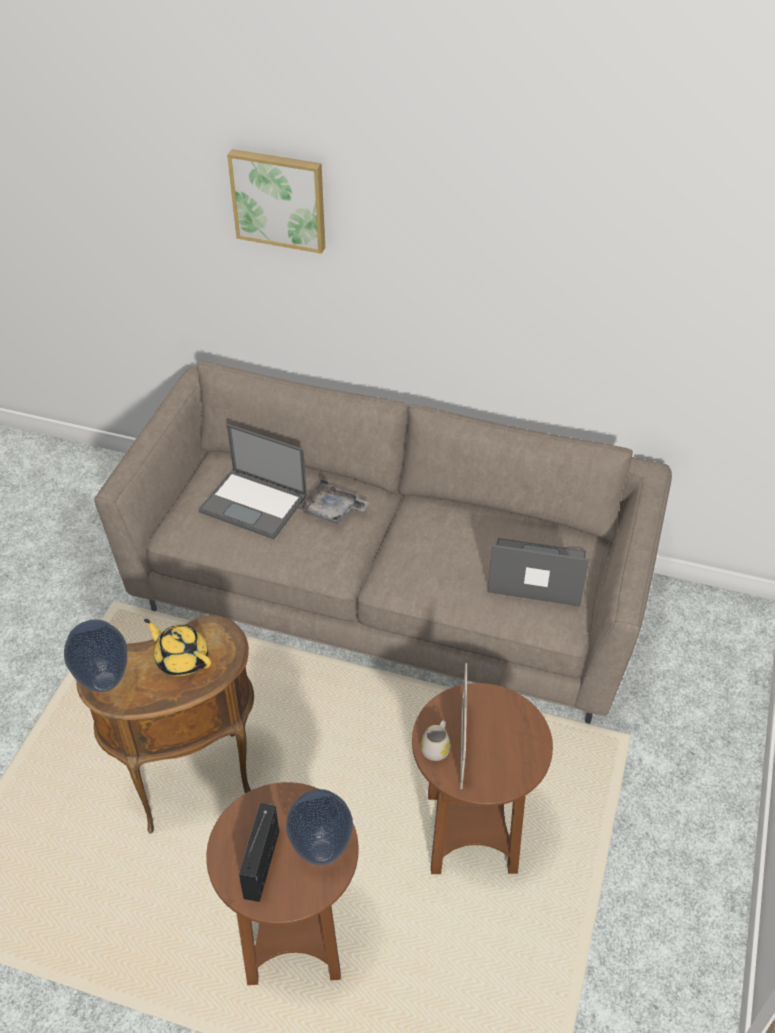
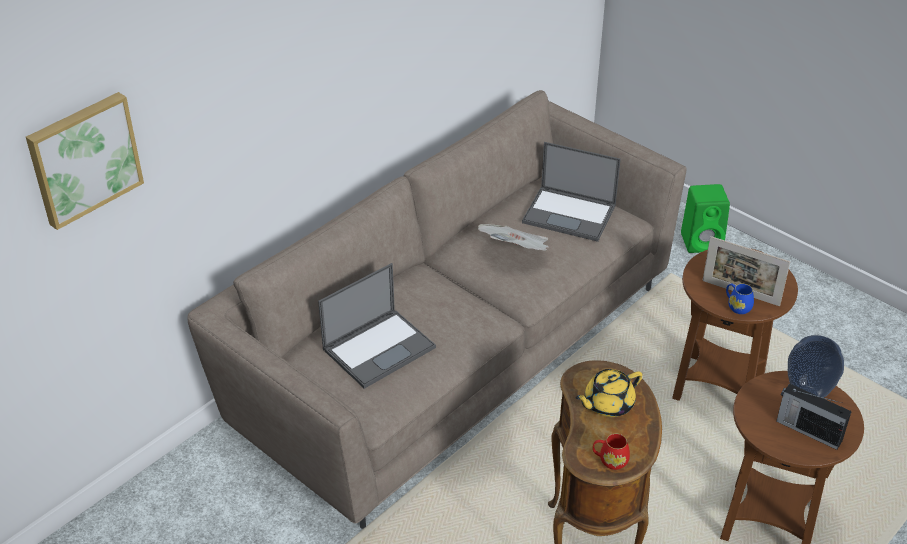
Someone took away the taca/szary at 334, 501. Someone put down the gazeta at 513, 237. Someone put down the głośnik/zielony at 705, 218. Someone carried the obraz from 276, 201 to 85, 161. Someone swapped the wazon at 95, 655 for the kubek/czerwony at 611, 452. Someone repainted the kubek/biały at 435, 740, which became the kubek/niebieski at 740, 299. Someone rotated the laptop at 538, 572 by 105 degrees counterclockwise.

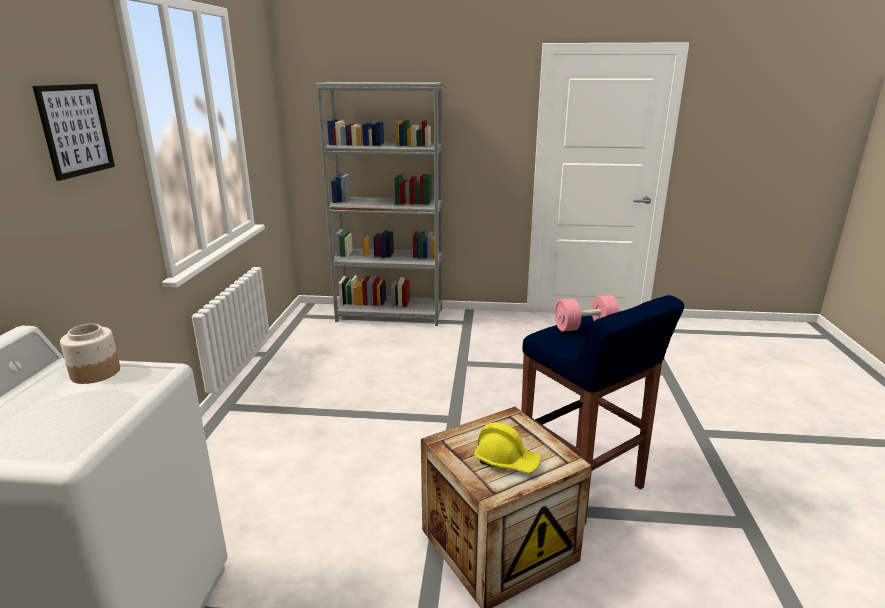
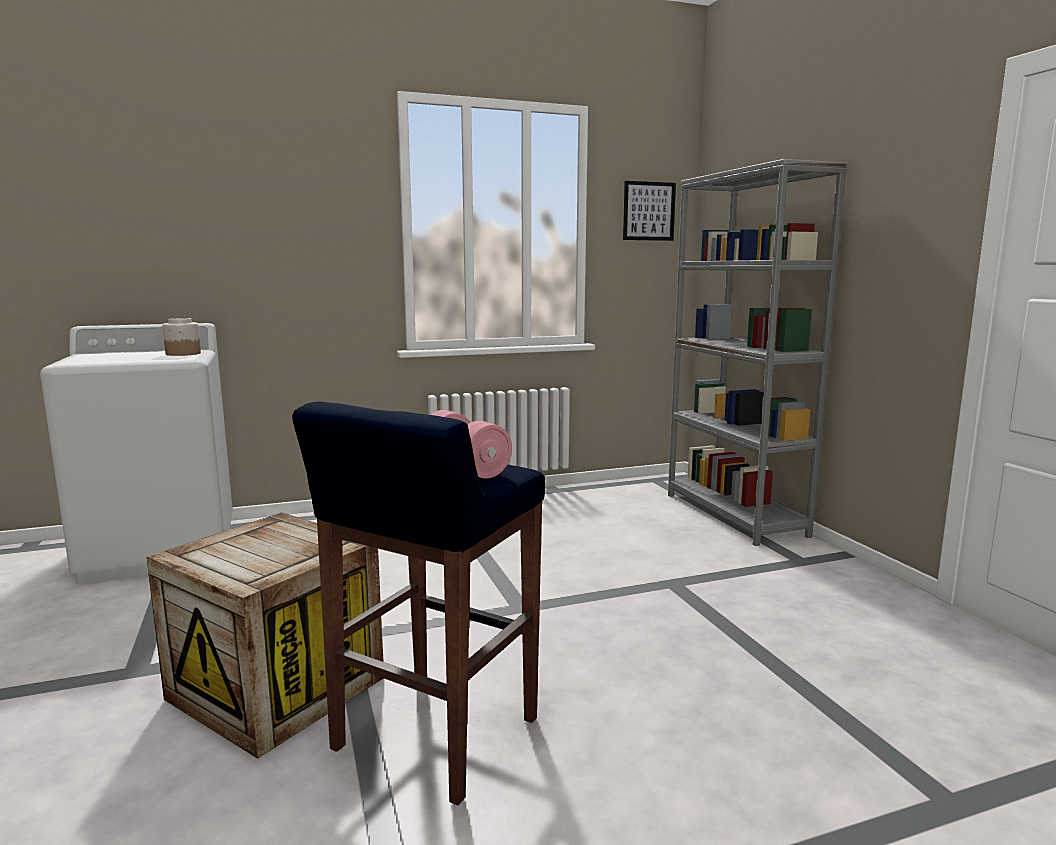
Someone took away the kask/żółty at 507, 448. Someone carried the obraz from 73, 132 to 649, 211.

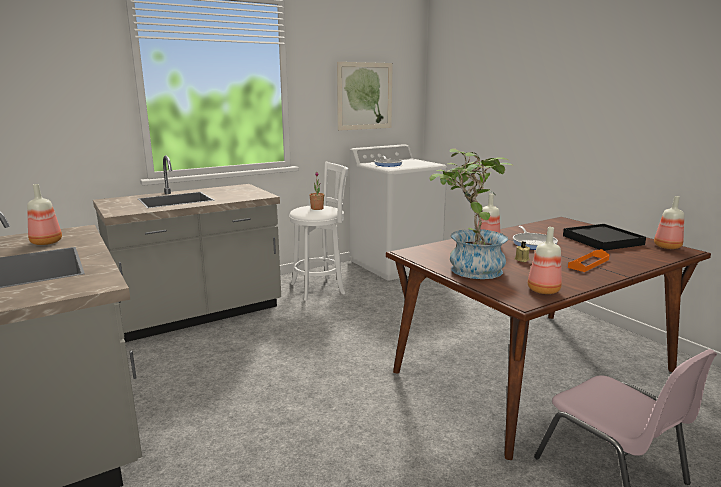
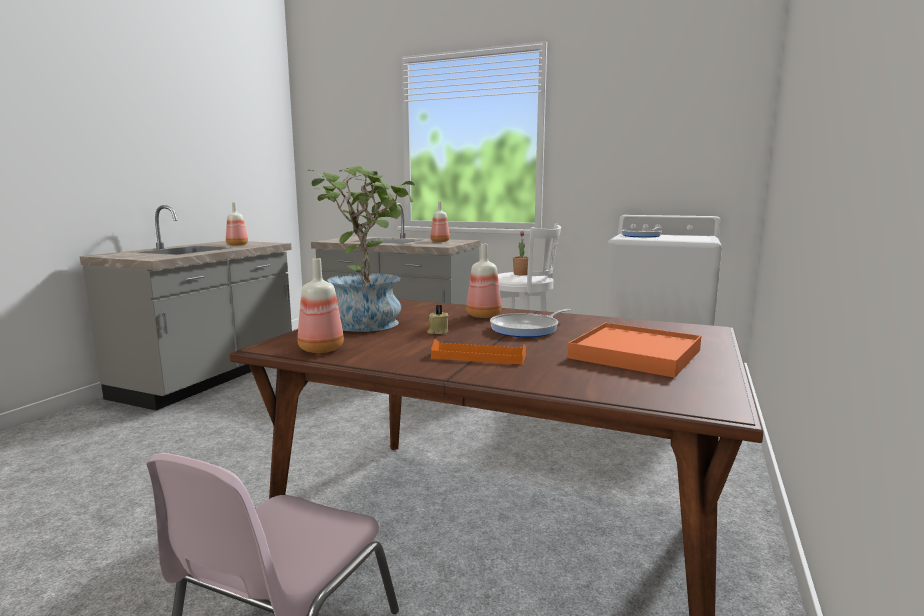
Someone took away the obraz at 365, 96. Someone carried the butelka from 669, 222 to 440, 221. Someone repainted the taca/czarny at 604, 237, which became the taca/pomarańczowy at 634, 350.

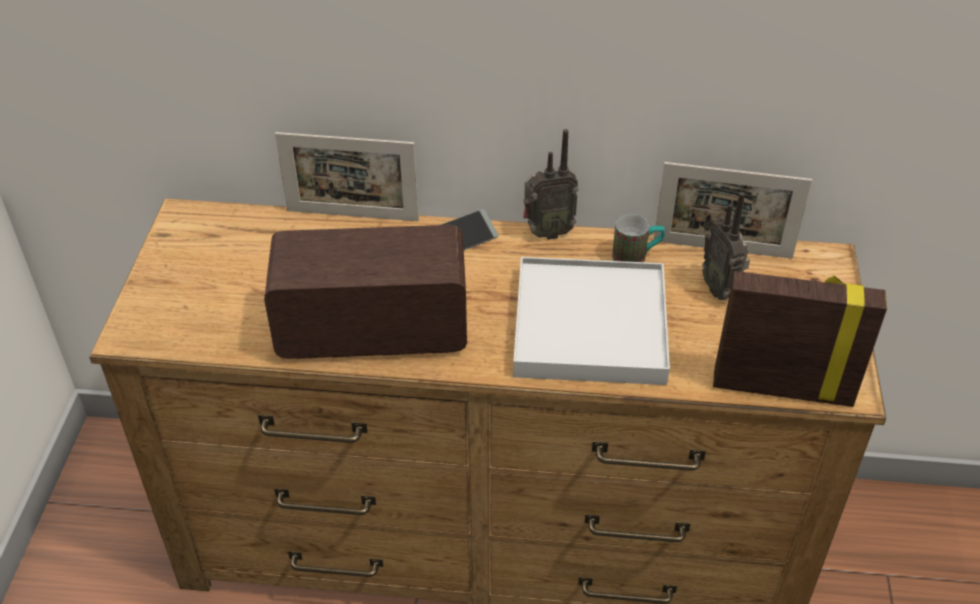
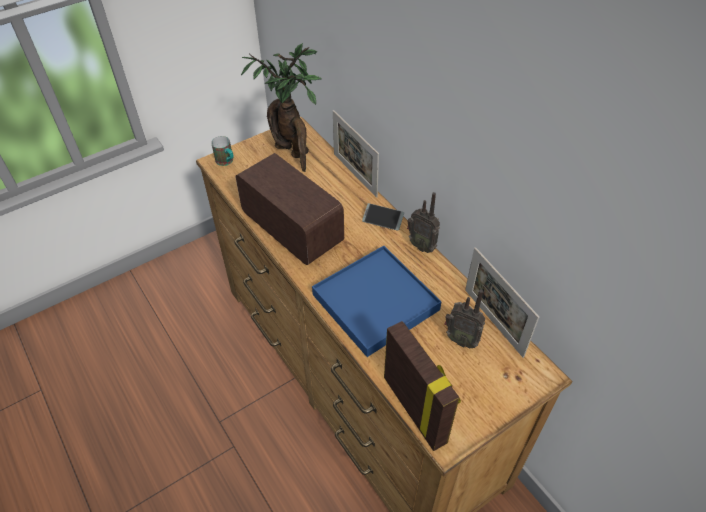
Someone put down the roślina doniczkowa at 281, 107. Someone carried the kubek from 638, 238 to 222, 151. Someone repainted the taca/biały at 591, 321, which became the taca/niebieski at 377, 301. Someone rotated the radio at 726, 246 by 90 degrees counterclockwise.

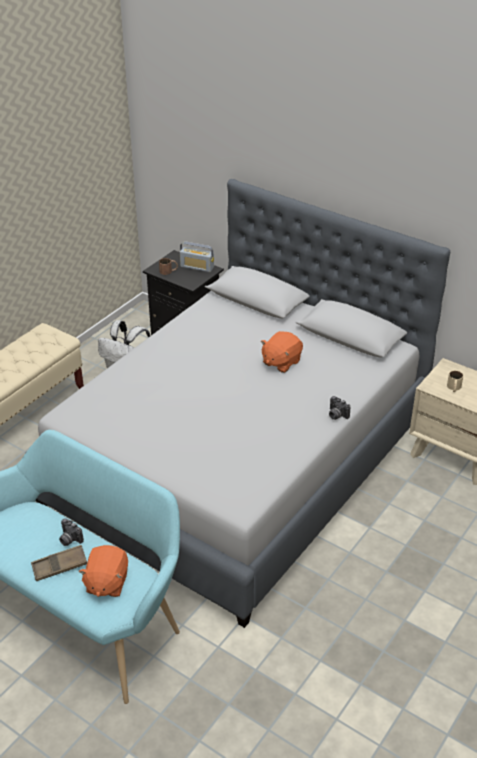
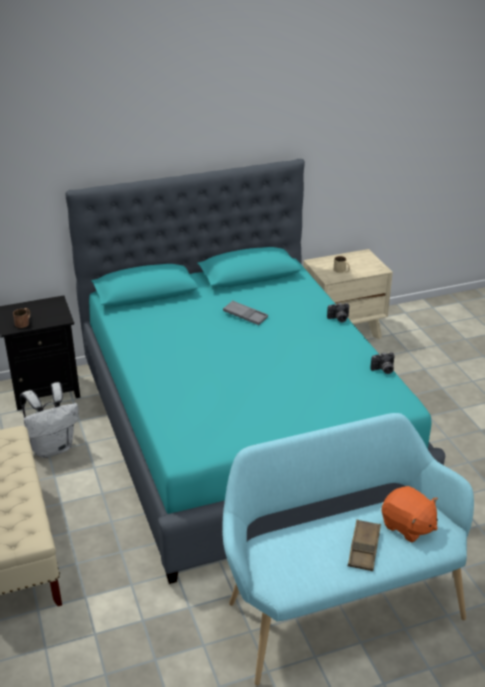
Someone took away the radio at 197, 256. Someone carried the aparat fotograficzny from 71, 532 to 383, 363. Someone swapped the pluszak/pomarańczowy at 282, 352 for the taca/szary at 245, 312. Someone repainted the łóżko/szary at 243, 403, which became the łóżko/turkusowy at 255, 371.

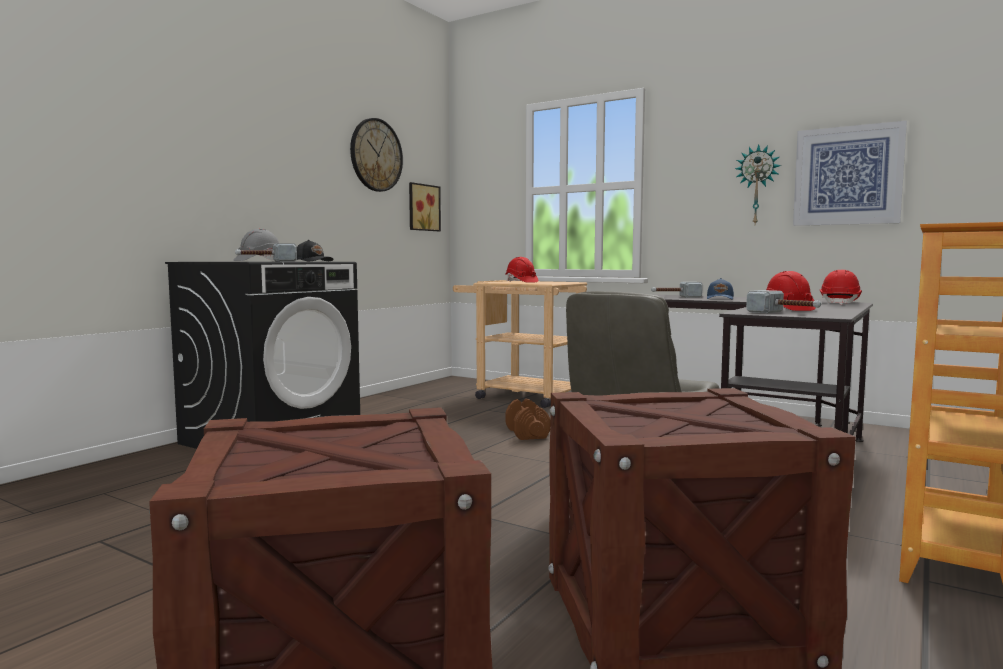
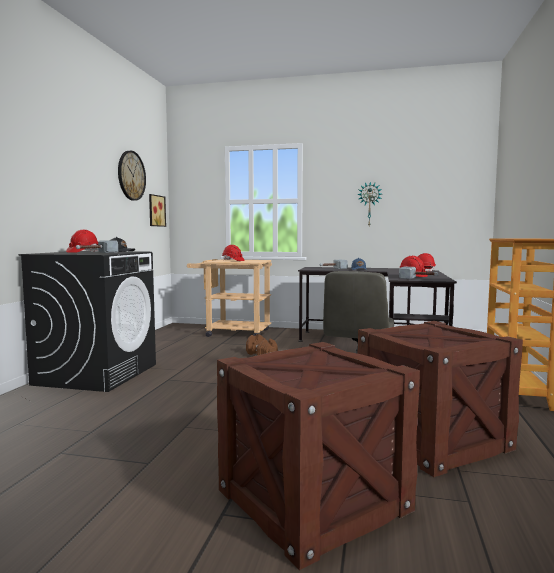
Someone took away the obraz at 850, 173. Someone repainted the kask/szary at 256, 245, which became the kask/czerwony at 82, 241.

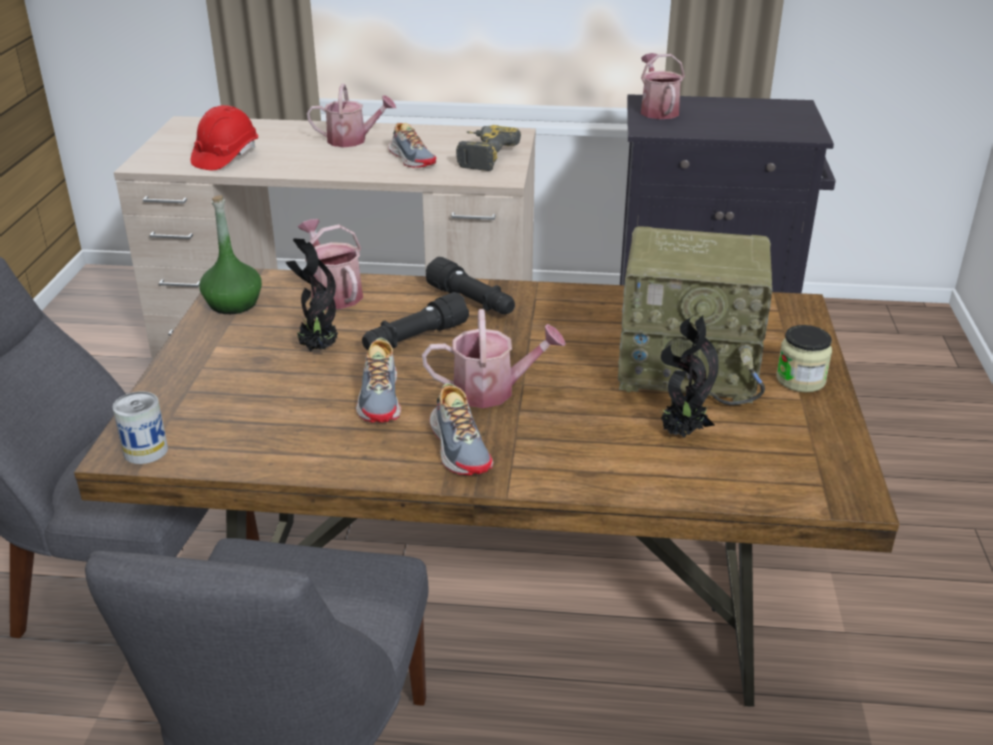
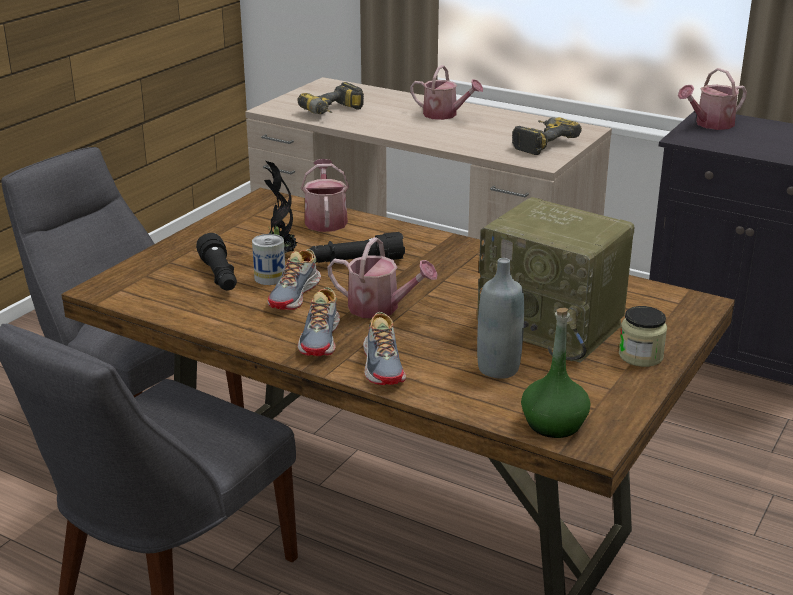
Someone carried the puszka from 140, 427 to 268, 259. Someone carried the butelka/zielony from 230, 254 to 555, 373. Someone carried the but from 412, 145 to 384, 348. Someone carried the latarka/czarny from 470, 285 to 216, 261. Someone swapped the kask/czerwony at 224, 137 for the wiertarka at 330, 98. Someone swapped the roślina doniczkowa at 690, 376 for the butelka/szary at 500, 318. Someone rotated the konewka at 663, 86 by 135 degrees counterclockwise.

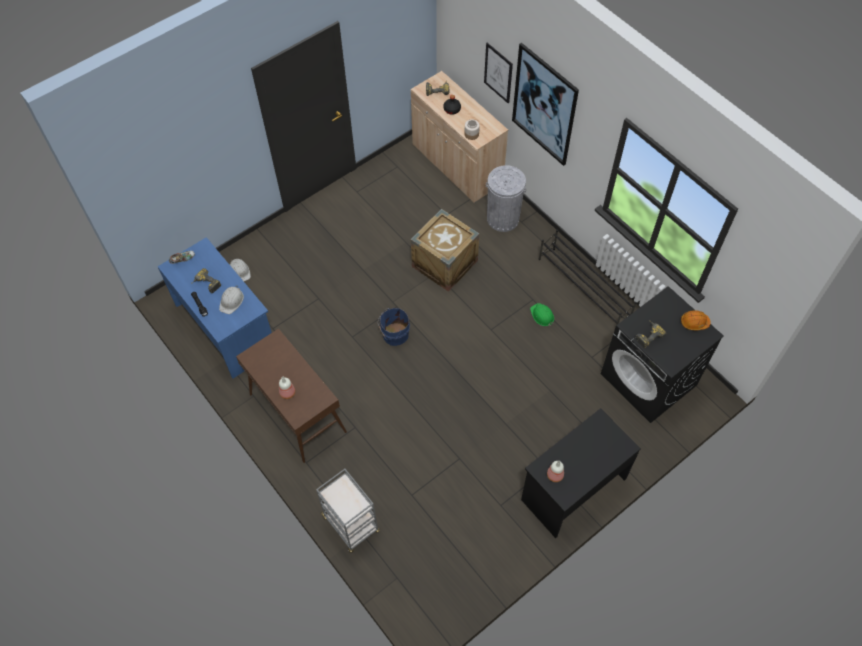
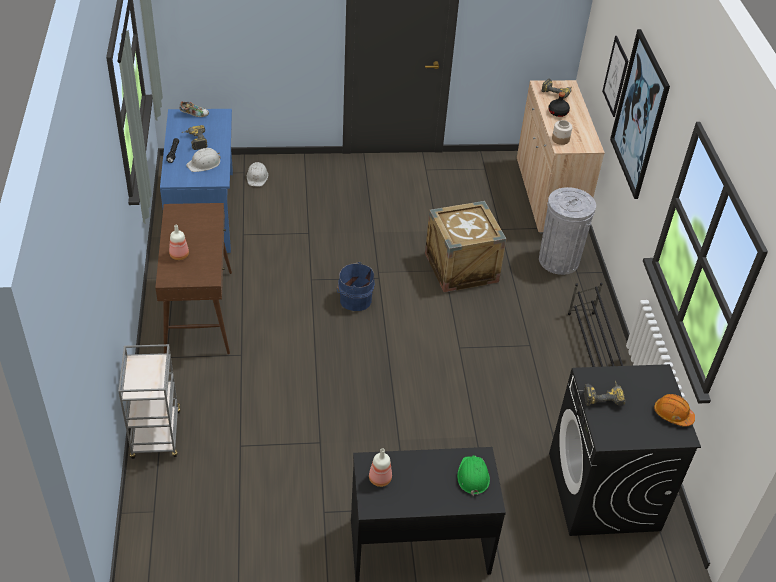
Someone carried the kask/zielony from 542, 314 to 473, 475.

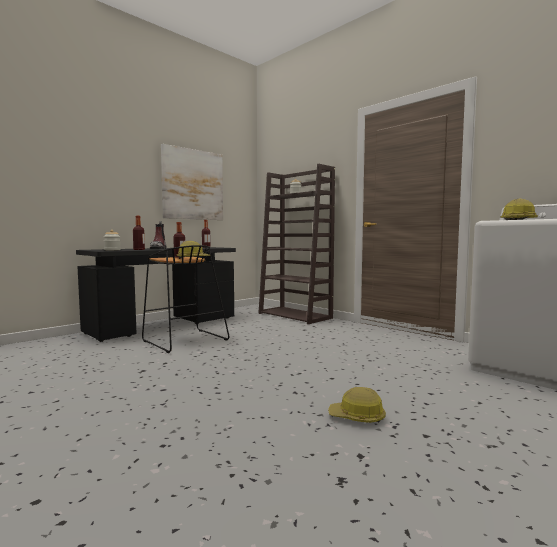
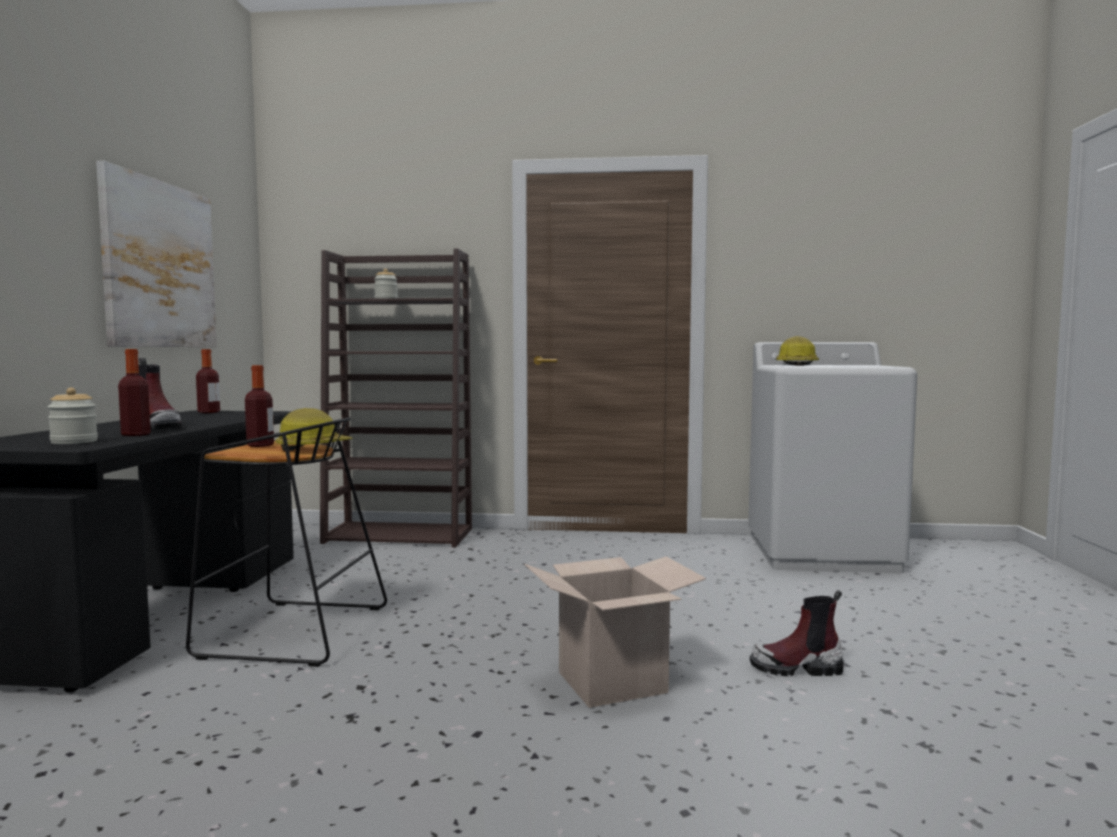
Someone put down the karton at 615, 632. Someone swapped the kask at 357, 405 for the but z cholewką at 797, 633.

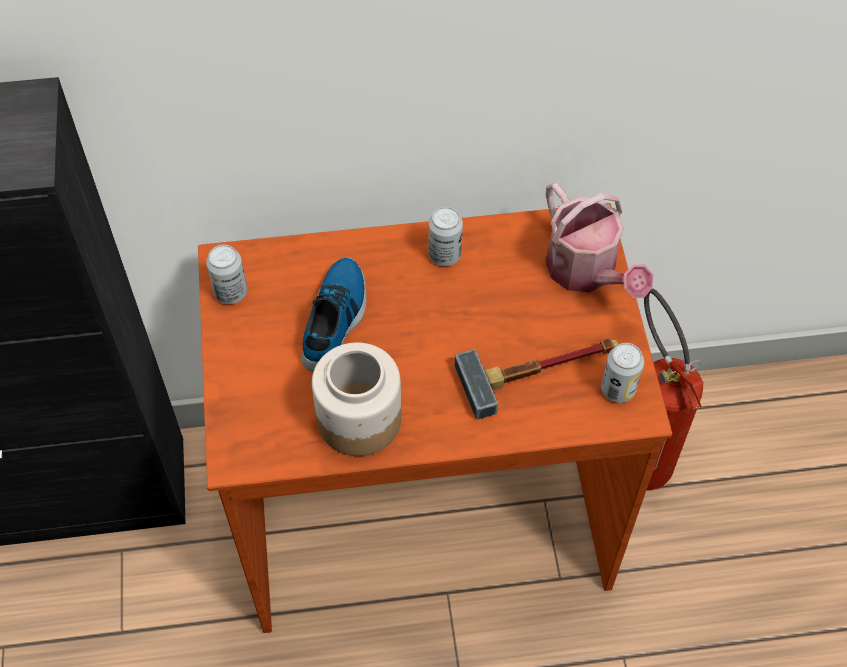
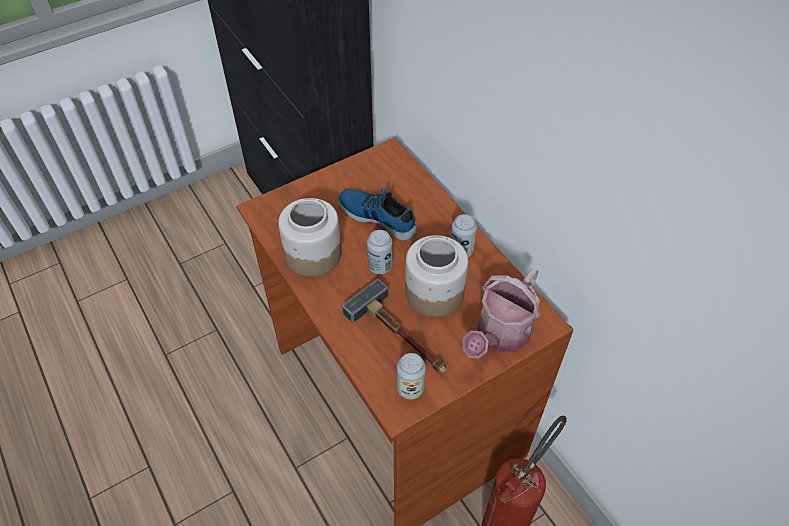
Someone put down the słoik at 436, 276. Someone carried the puszka from 226, 274 to 379, 252. Someone rotated the but at 334, 314 by 135 degrees counterclockwise.

